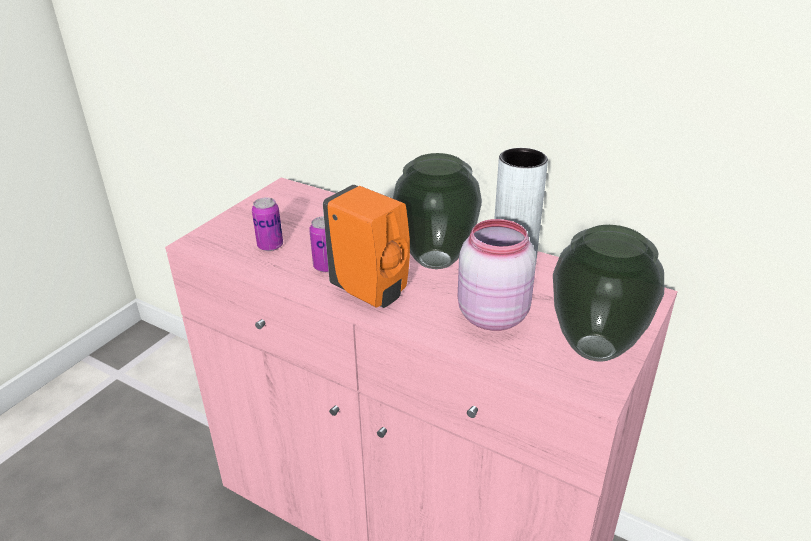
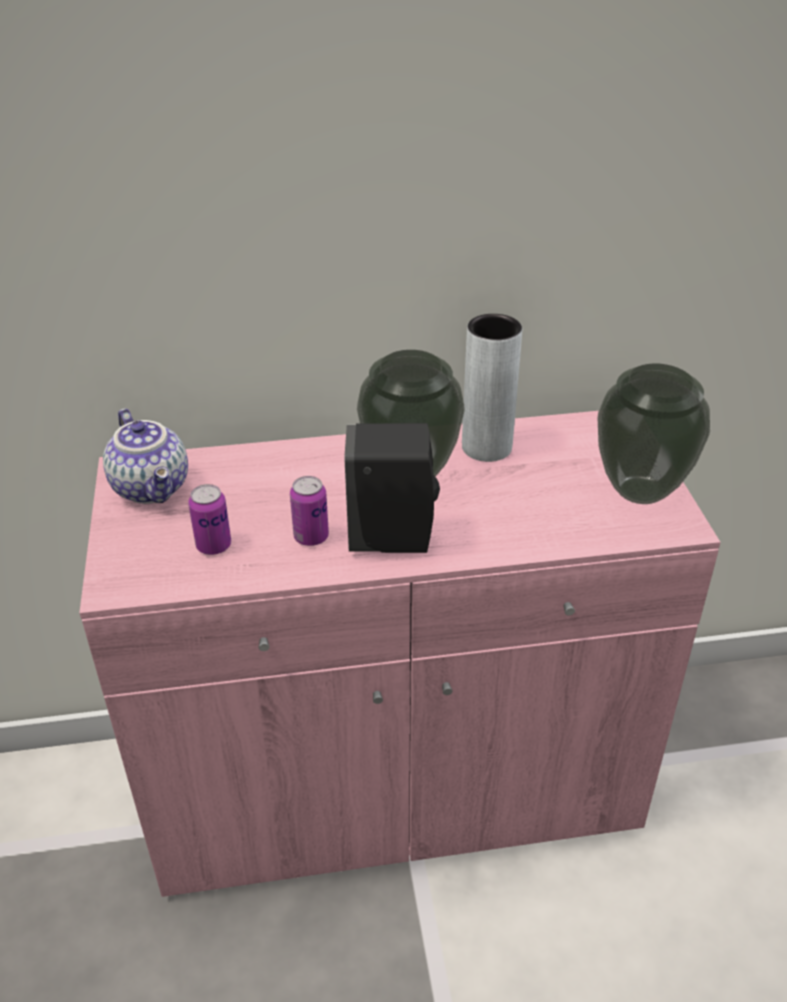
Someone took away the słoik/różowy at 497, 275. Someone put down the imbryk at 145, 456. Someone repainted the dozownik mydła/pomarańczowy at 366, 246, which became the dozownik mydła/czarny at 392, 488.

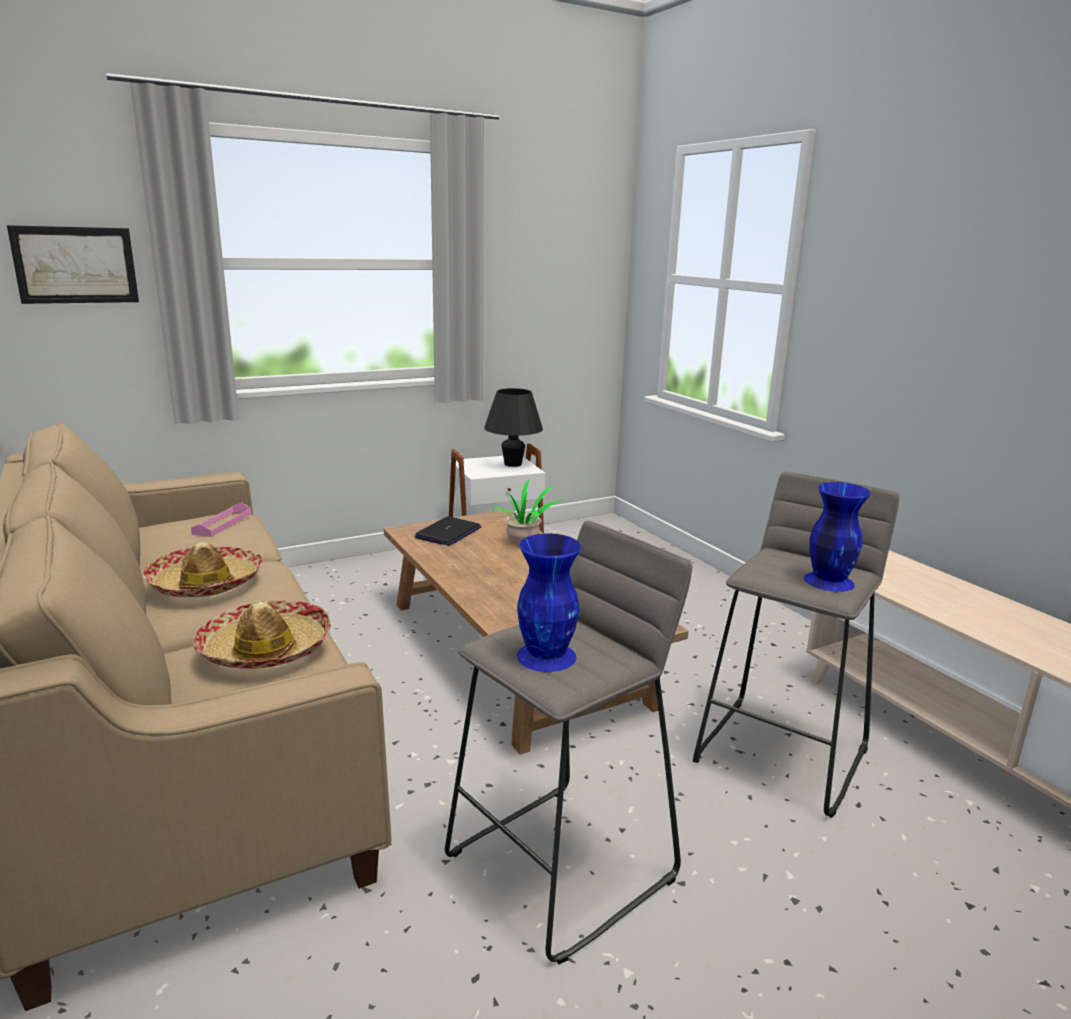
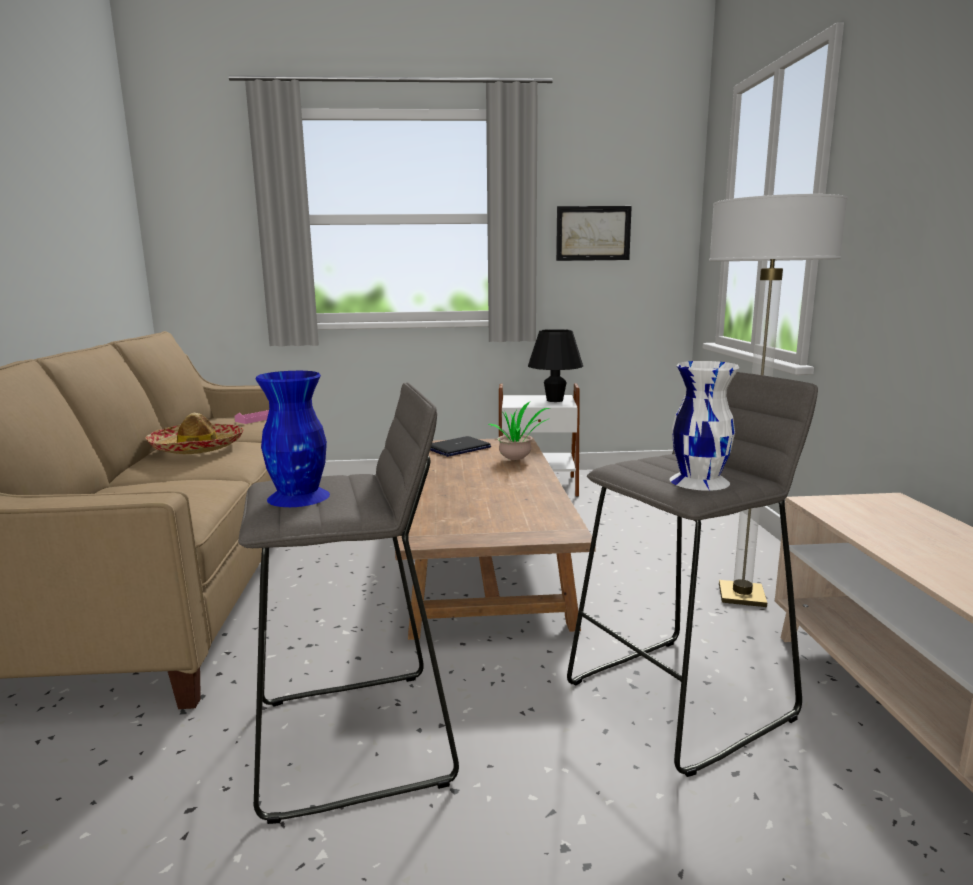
Someone took away the kapelusz at 261, 634. Someone put down the lampa stojąca at 778, 400. Someone carried the obraz from 73, 264 to 594, 233. Someone repainted the wazon/niebieski at 837, 537, which became the wazon/biały at 704, 426.

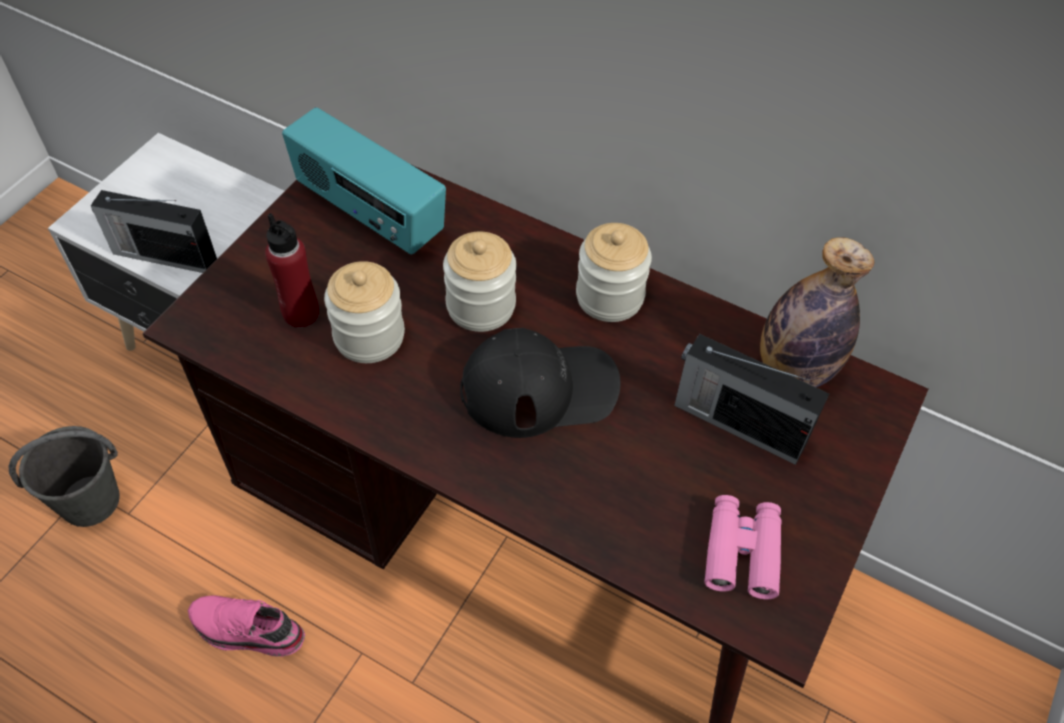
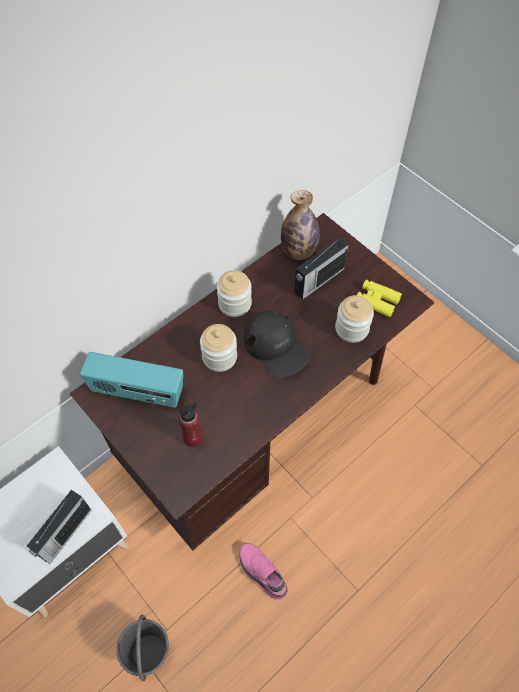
Someone carried the słoik from 364, 312 to 354, 319. Someone repainted the lornetka/różowy at 743, 547, which became the lornetka/żółty at 379, 298. Someone rotated the but/różowy at 246, 626 by 105 degrees clockwise. Someone rotated the radio at 364, 181 by 45 degrees clockwise. Someone rotated the czapka z daszkiem/czarny at 540, 383 by 135 degrees clockwise.

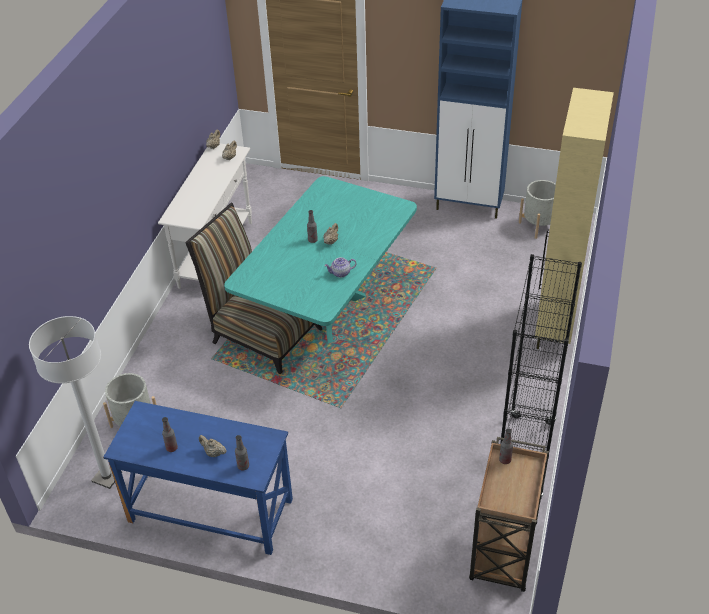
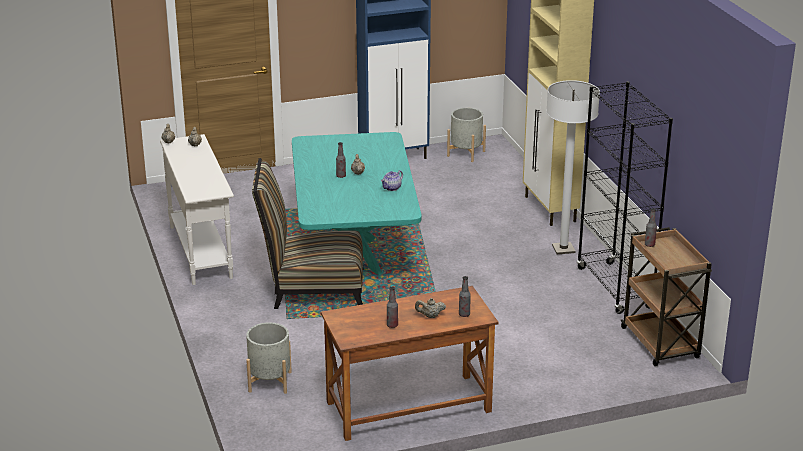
Someone carried the lampa stojąca/biały from 75, 402 to 573, 167. Someone repainted the biurko/niebieski at 198, 478, which became the biurko/brązowy at 409, 363.

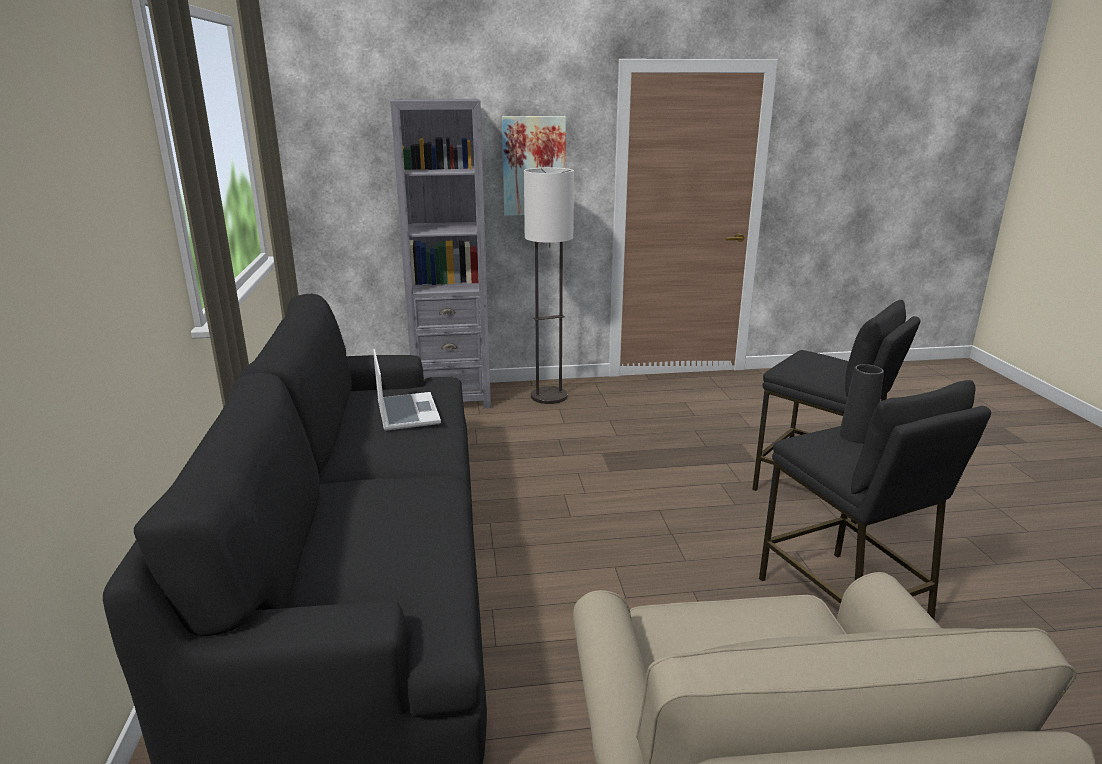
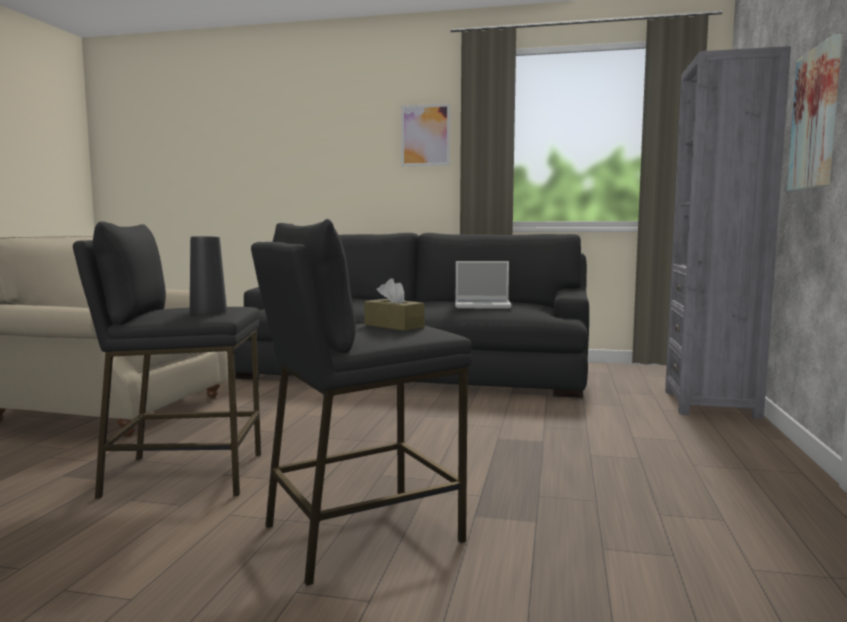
Someone took away the lampa stojąca at 549, 285. Someone put down the pudełko chusteczek/brązowy at 394, 304. Someone put up the obraz at 425, 135.

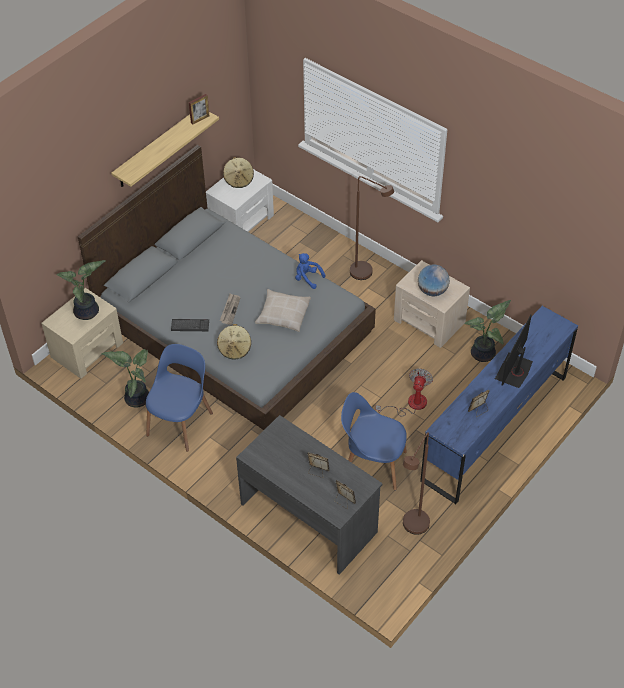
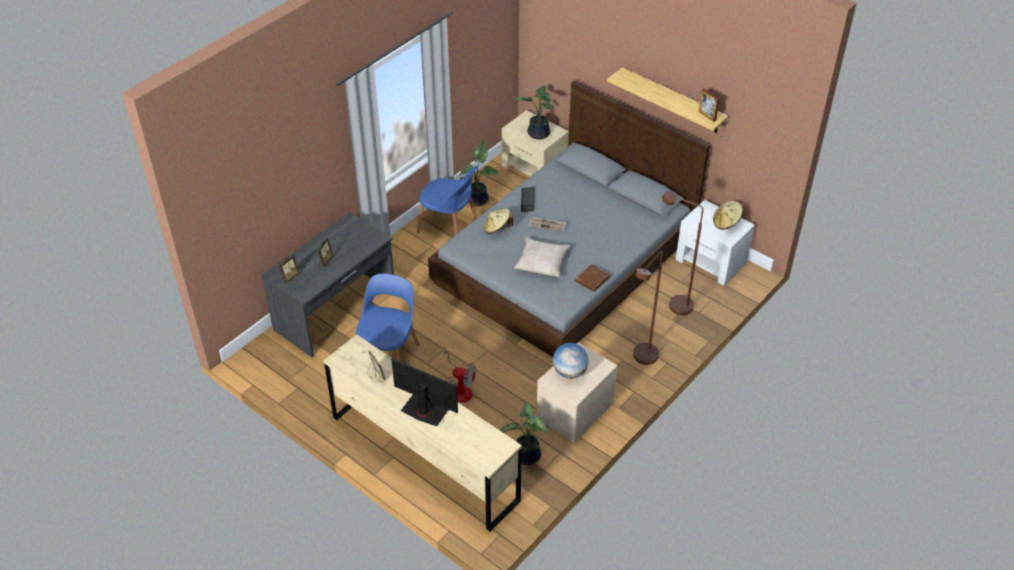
Someone carried the lampa stojąca/brązowy from 416, 483 to 682, 253. Someone swapped the pluszak/niebieski at 310, 271 for the książka/brązowy at 592, 278. Someone repainted the komoda/niebieski at 499, 405, which became the komoda/beżowy at 423, 433.

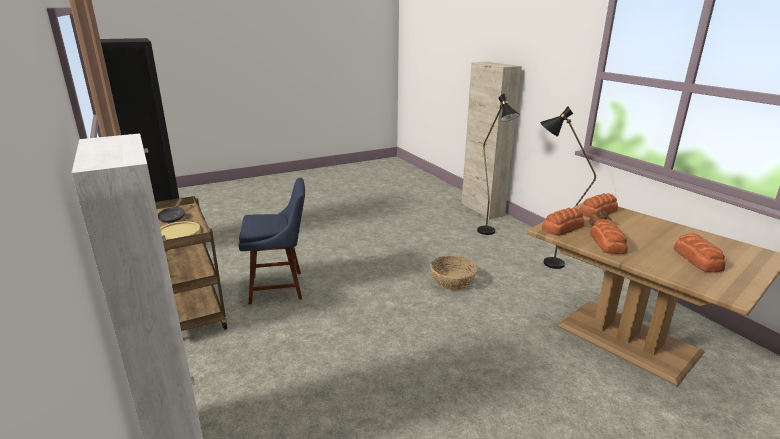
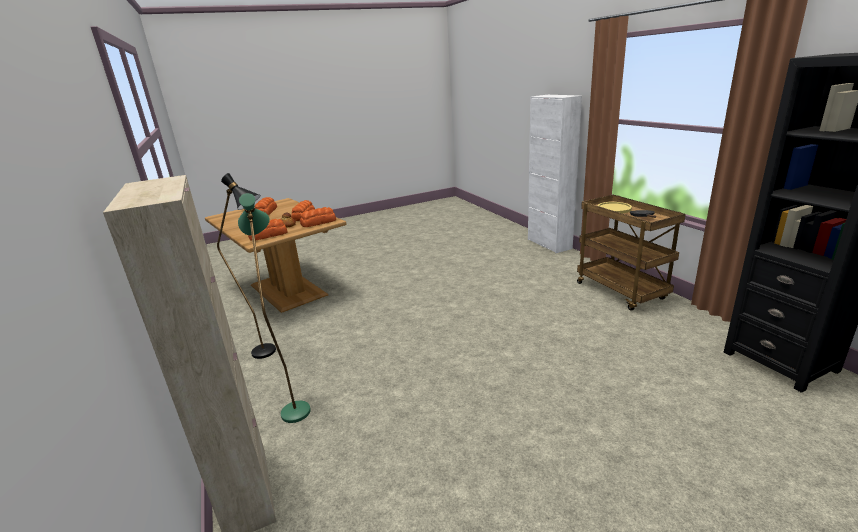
Someone took away the krzesło/niebieski at 272, 241. Someone took away the koszyk at 454, 272. Someone repainted the lampa stojąca/czarny at 498, 164, which became the lampa stojąca/zielony at 274, 308.

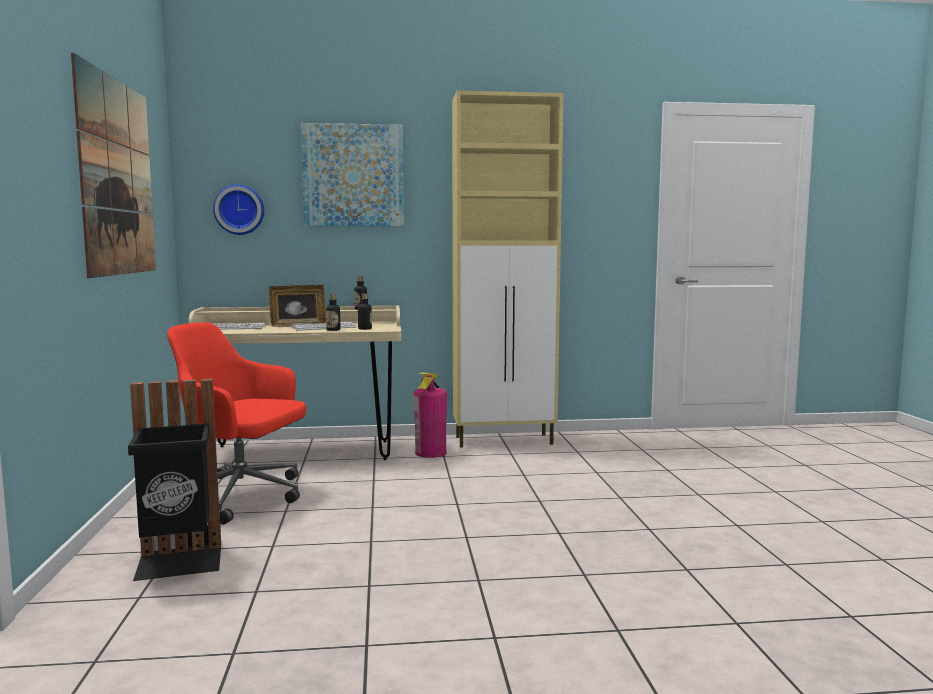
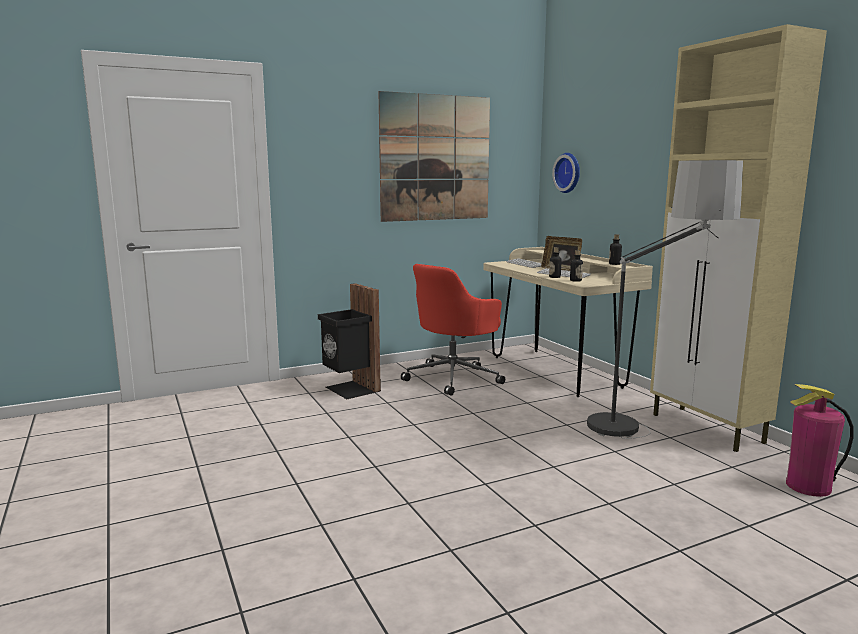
Someone took away the obraz at 352, 174. Someone put down the lampa stojąca at 665, 299. Someone carried the gaśnica from 430, 415 to 820, 440. Someone rotated the krzesło biurowe/czerwony at 236, 423 by 135 degrees counterclockwise.

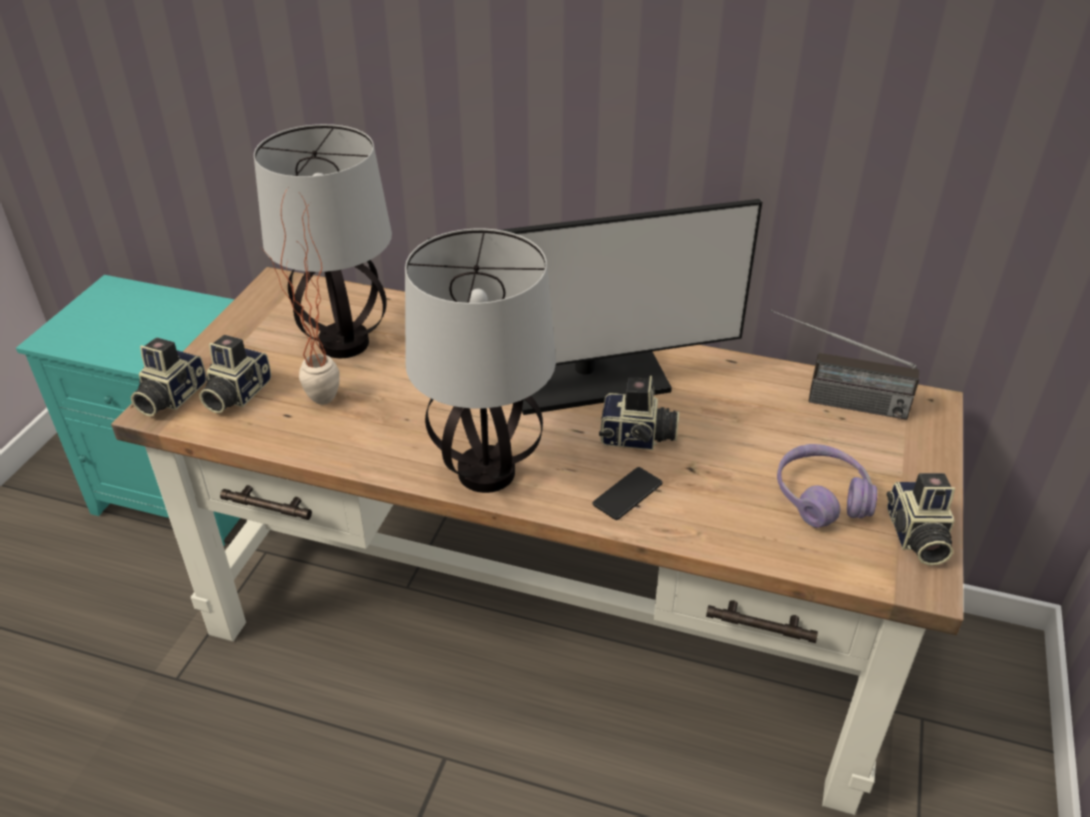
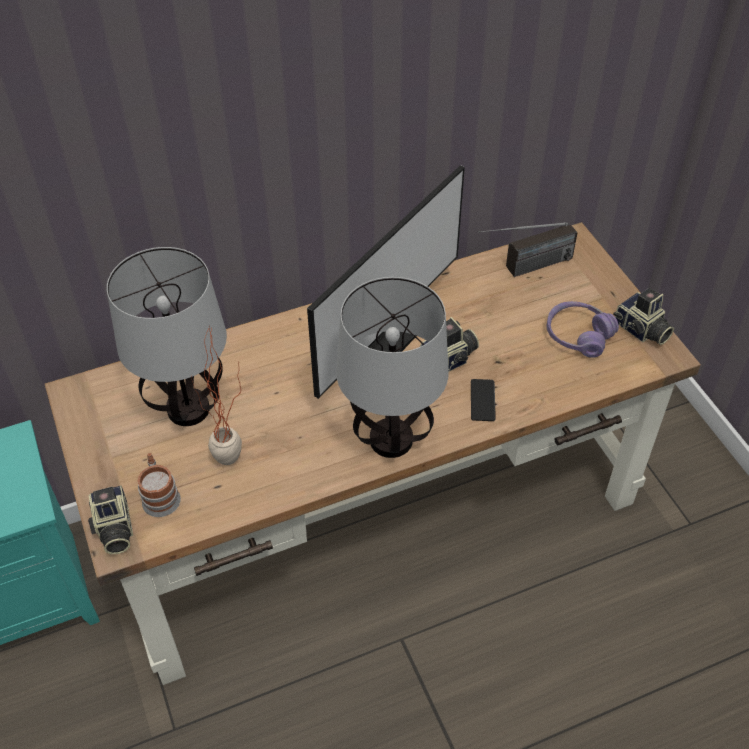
Someone swapped the aparat fotograficzny at 235, 374 for the kubek at 159, 485.

